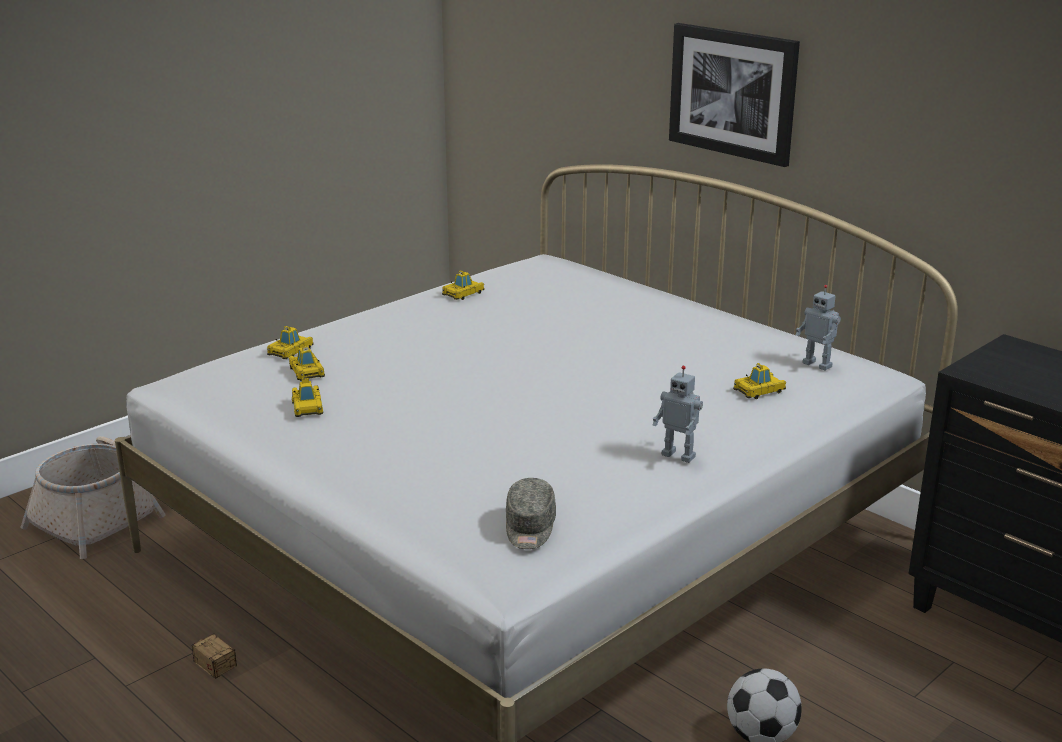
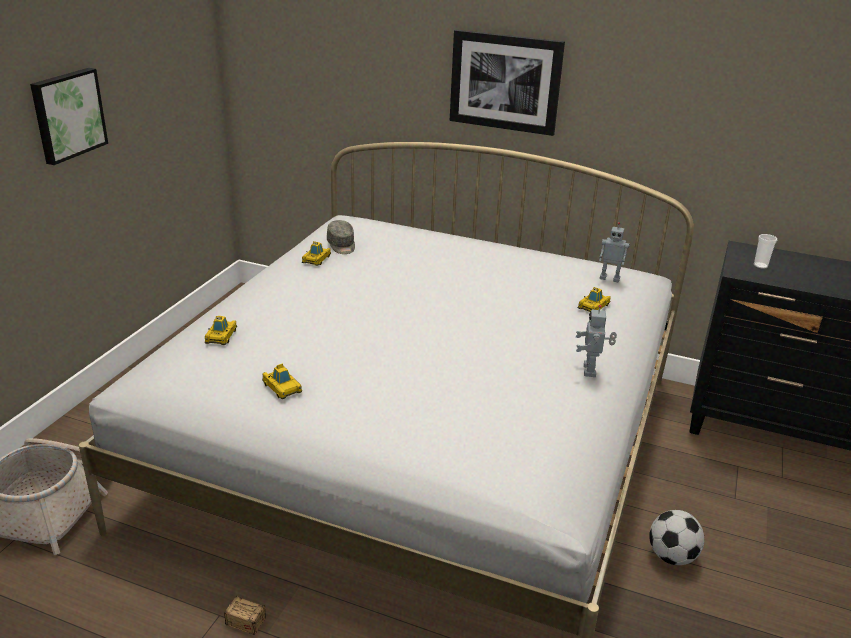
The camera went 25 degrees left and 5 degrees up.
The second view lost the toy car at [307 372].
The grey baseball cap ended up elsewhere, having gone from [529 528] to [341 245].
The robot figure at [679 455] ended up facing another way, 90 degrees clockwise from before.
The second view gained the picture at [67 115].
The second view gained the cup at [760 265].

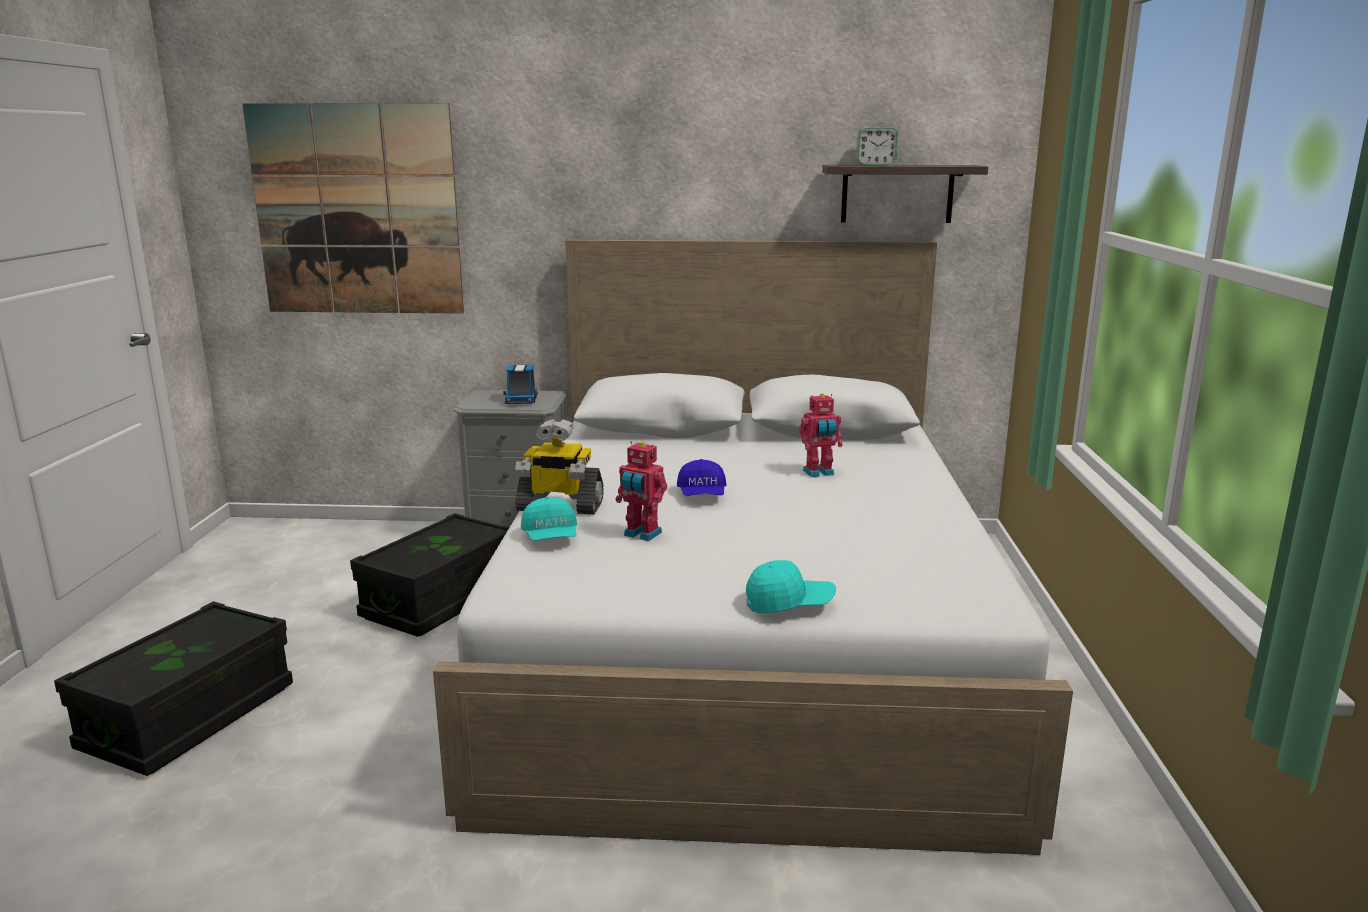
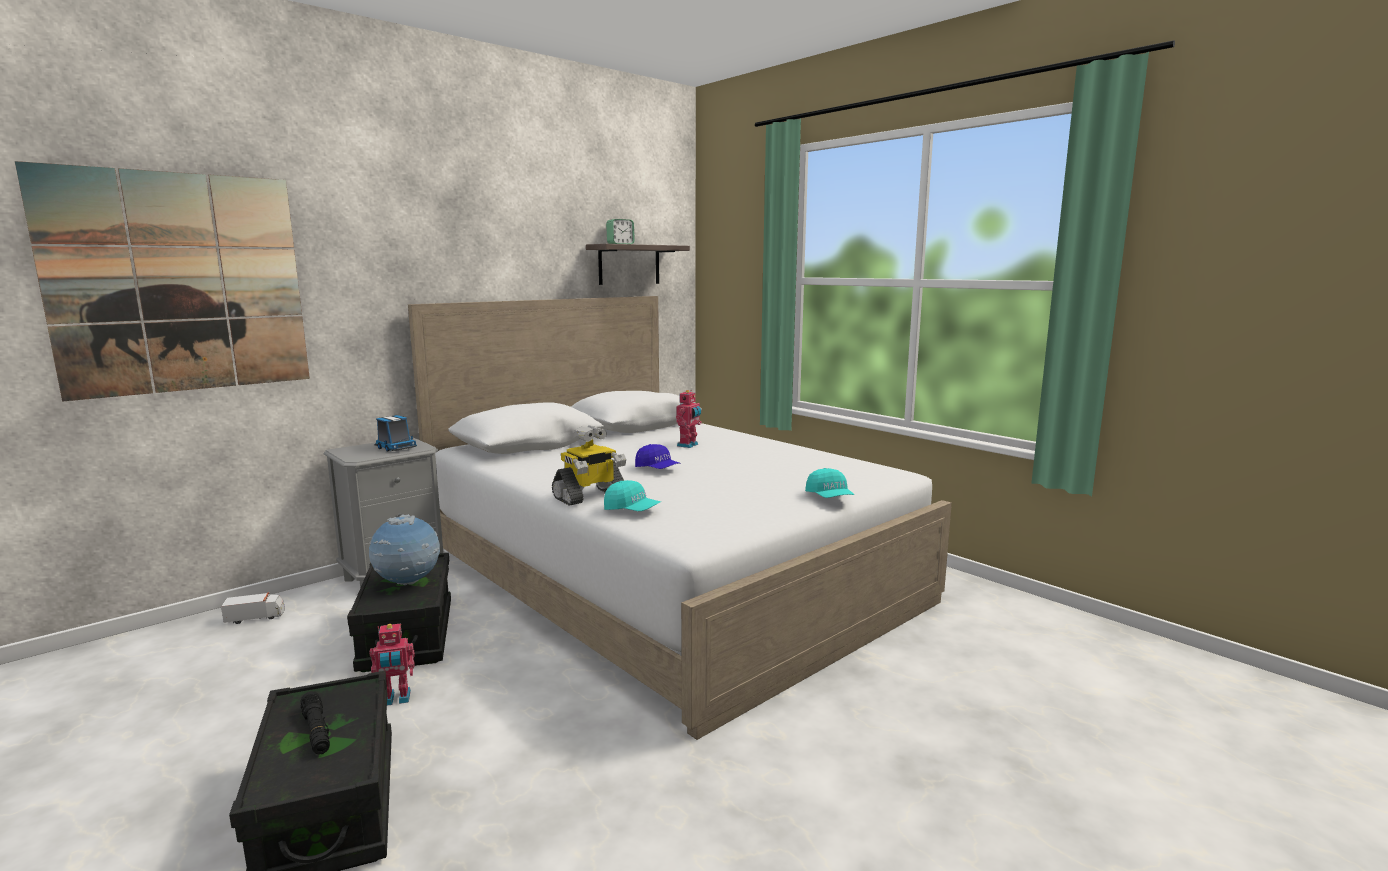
The camera went 45 degrees left and 5 degrees down.
The robot figure ended up elsewhere, having gone from [641 534] to [396 699].
The turquoise-coloured baseball cap at [789 604] ended up facing another way, 120 degrees clockwise from before.
The second view gained the model truck at [256 618].
The second view gained the black hand torch at [316 730].
The second view gained the world globe at [408 584].

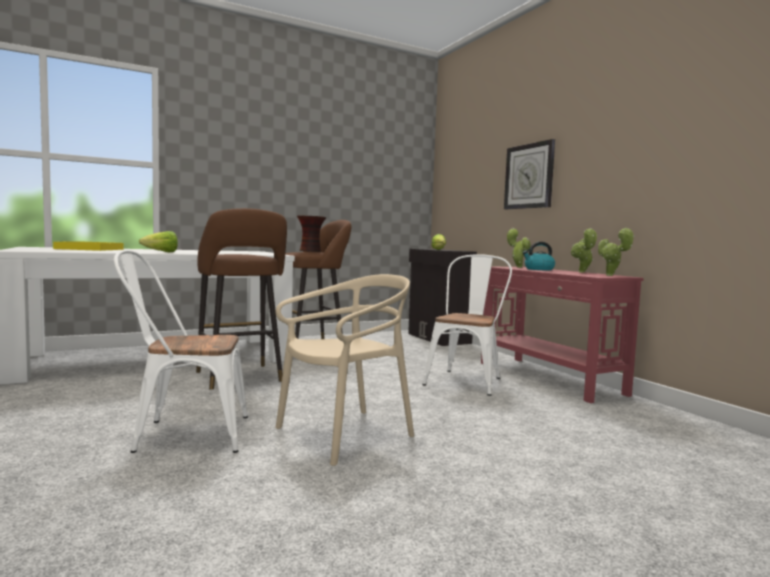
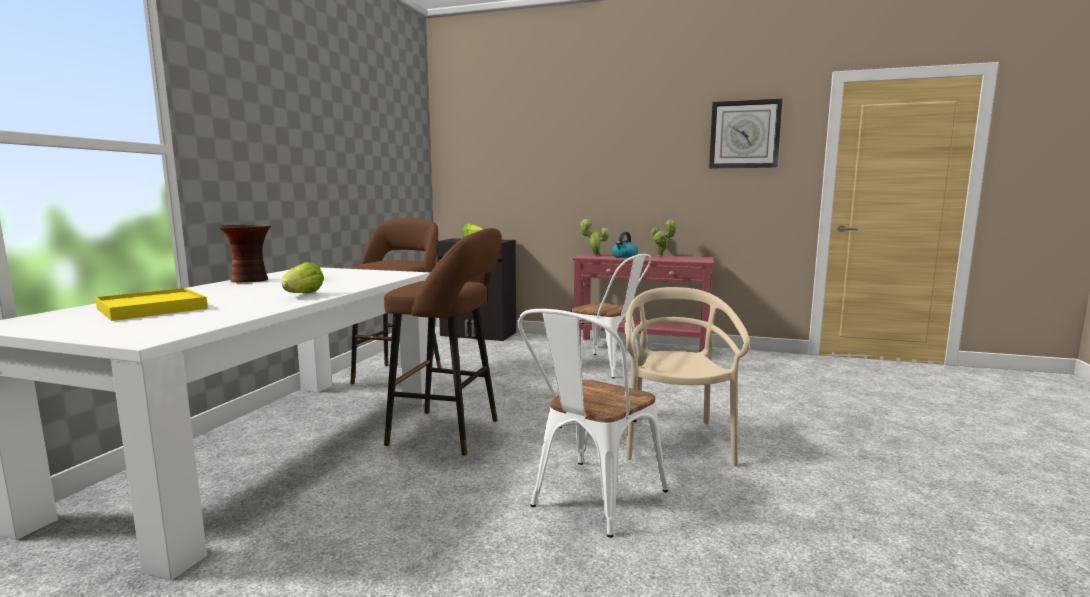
The camera went 45 degrees left and 5 degrees up.
The vase ended up elsewhere, having gone from [311 251] to [251 280].
The white-coloured upright chair at [467 380] ended up facing another way, 150 degrees clockwise from before.
The clock on the wall ended up elsewhere, having gone from [529 176] to [744 134].
The second view lost the houseplant at [611 275].

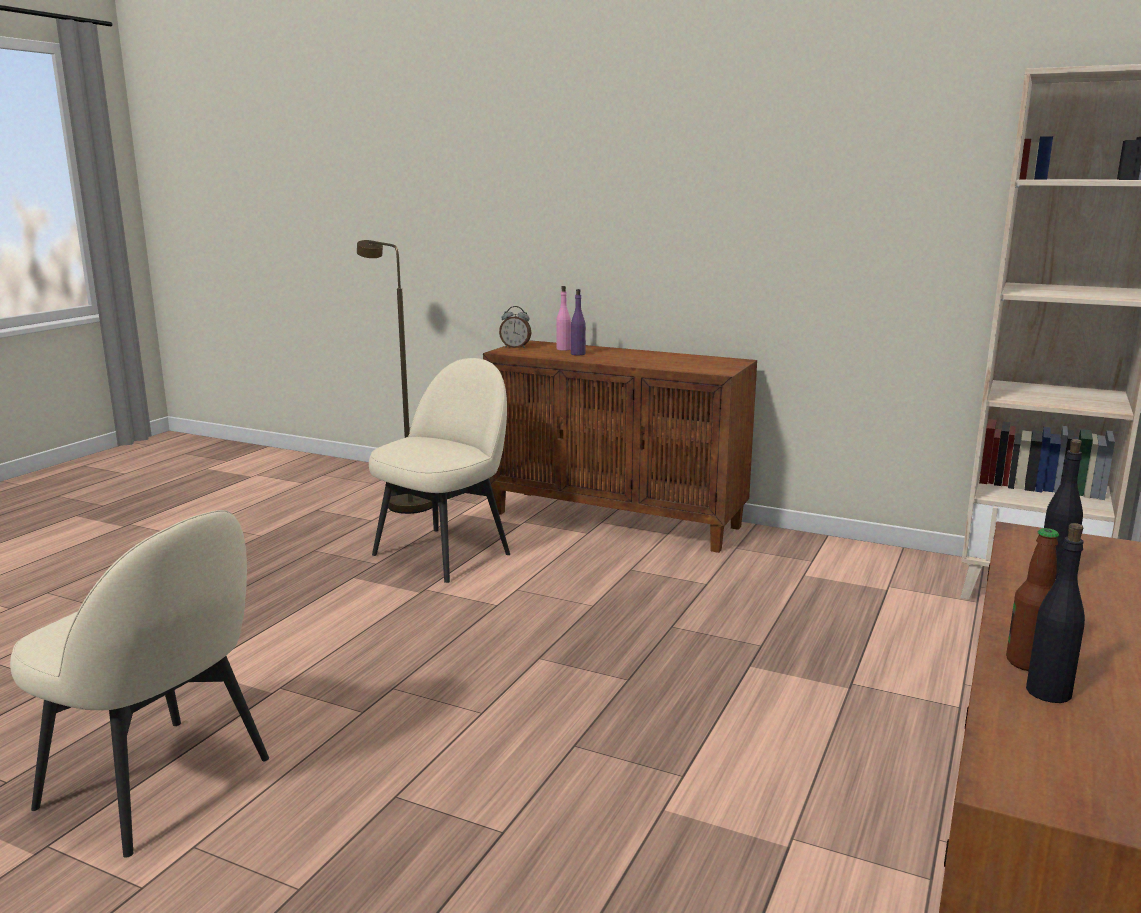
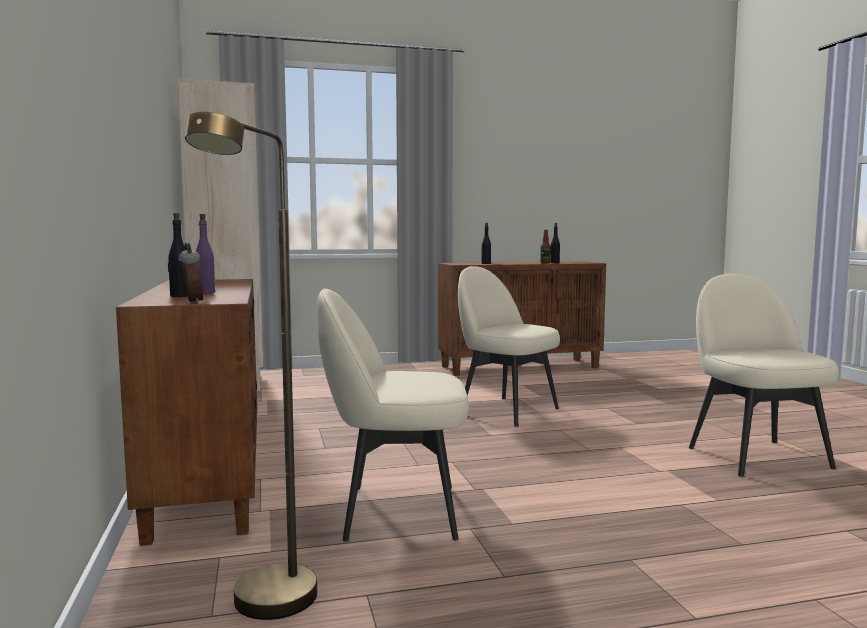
The camera went 130 degrees left and 10 degrees down.
What was the pink-coloured drink bottle at [563 349] turned into the black drink bottle at [179 296].
The second view gained the sand-coloured upright chair at [506 410].

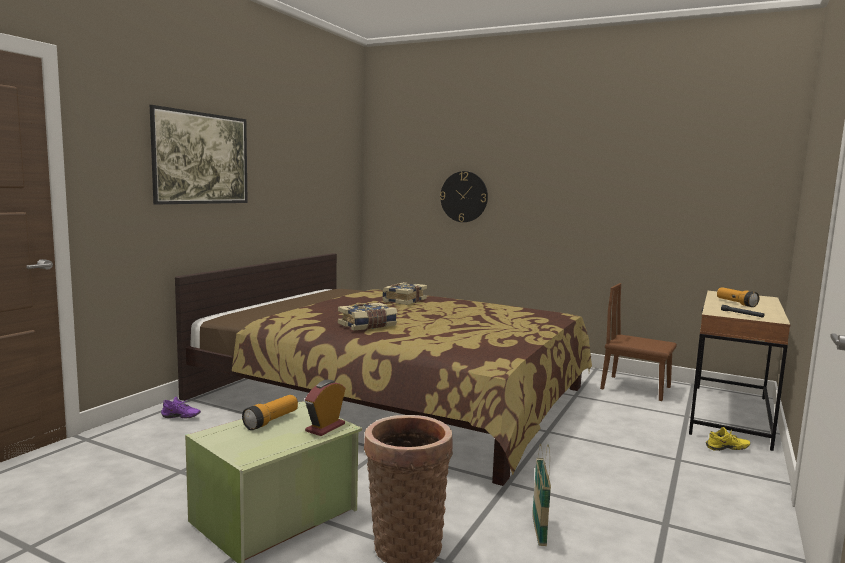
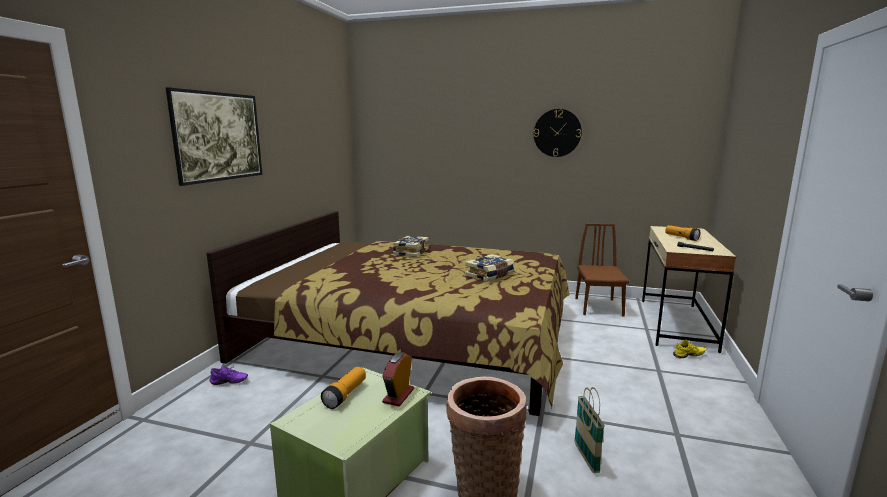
The camera went 10 degrees left and 5 degrees up.
The bound book ended up elsewhere, having gone from [368 326] to [490 275].
The clock on the wall ended up elsewhere, having gone from [464 196] to [557 133].
The brownish upright chair at [636 388] ended up facing another way, 75 degrees clockwise from before.

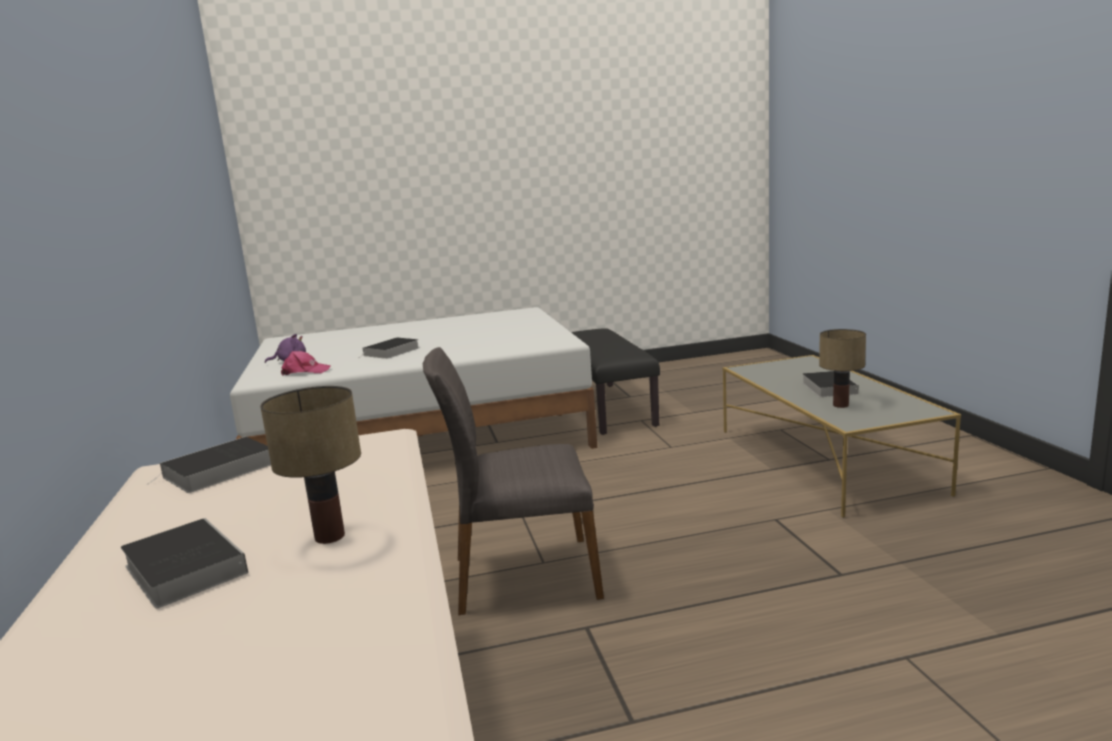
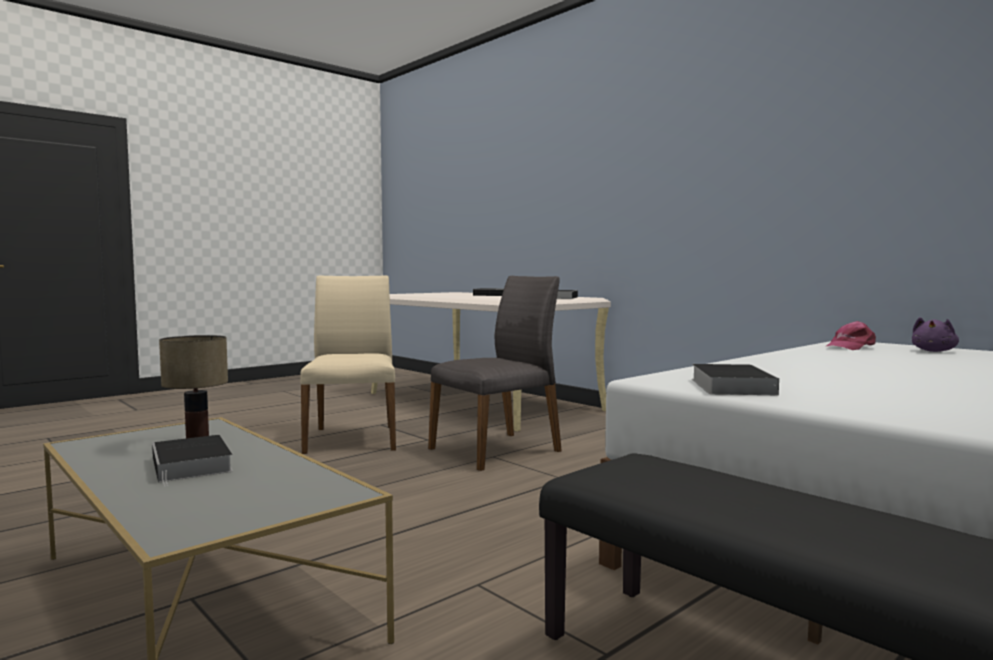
The camera went 150 degrees right and 10 degrees down.
The second view lost the table lamp at [329 536].
The bound book ended up elsewhere, having gone from [391 352] to [730 386].
The second view gained the sand-coloured upright chair at [353 438].

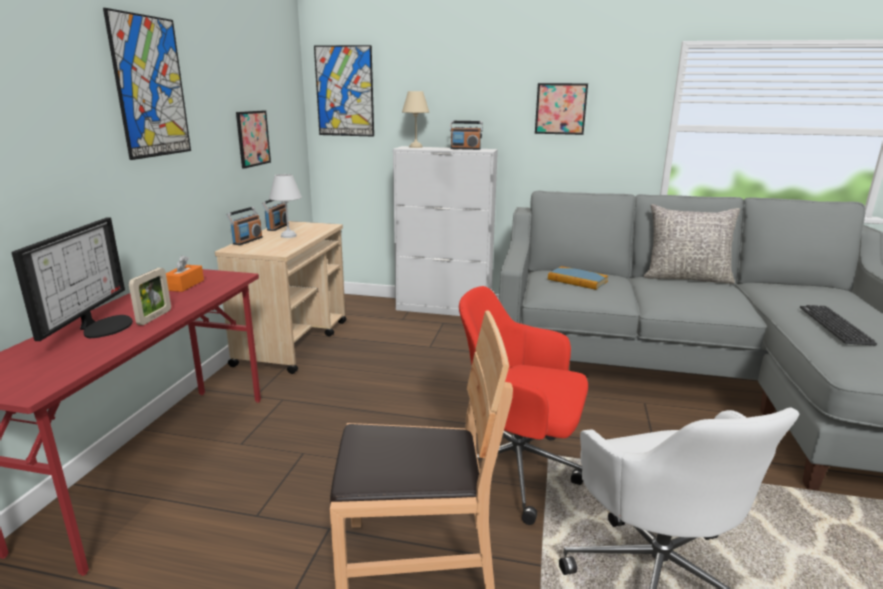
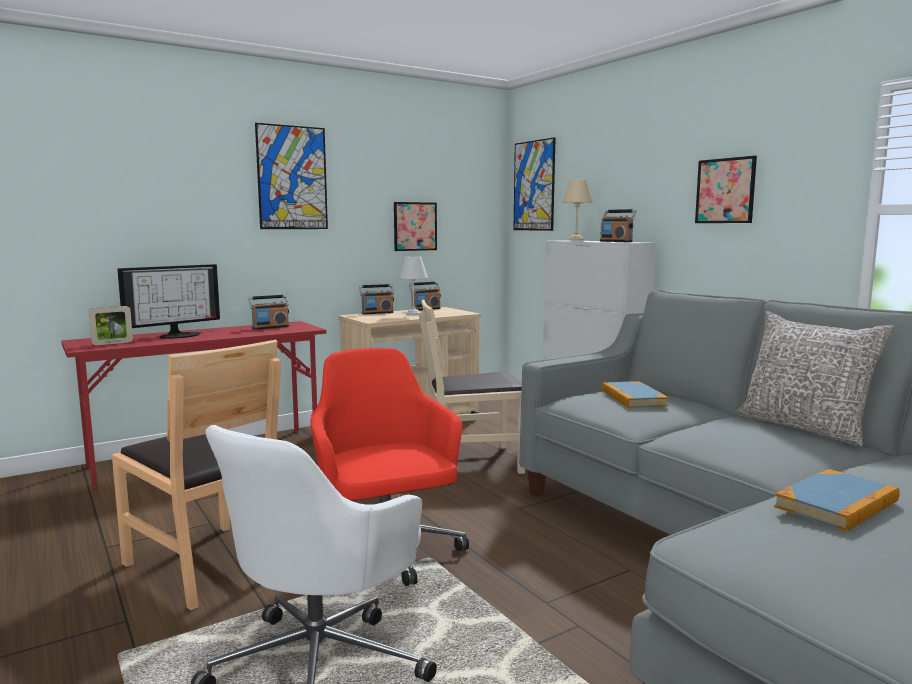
The camera went 45 degrees right and 10 degrees down.
The picture frame ended up elsewhere, having gone from [154 317] to [112 343].
Where the orange box of tissues stood at [184 285], the radio came to stand at [270 327].
Where the computer keyboard stood at [835 325], the bound book came to stand at [837 504].
The second view gained the sand-coloured upright chair at [471 461].

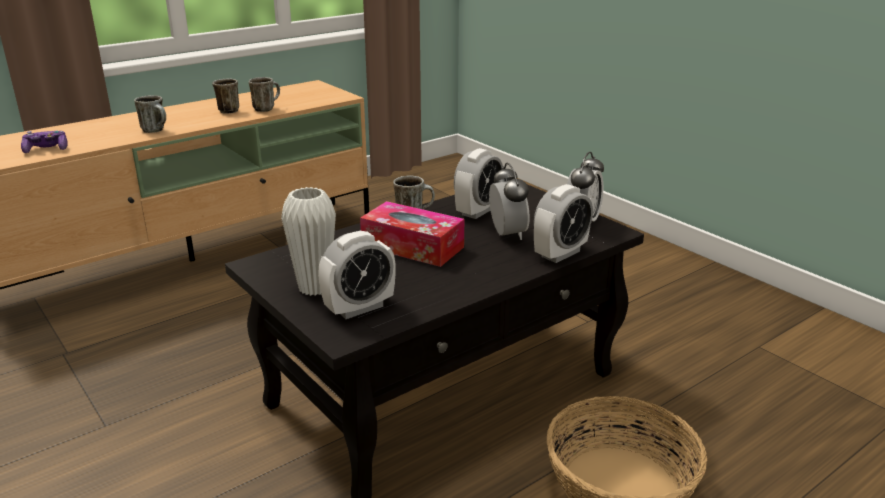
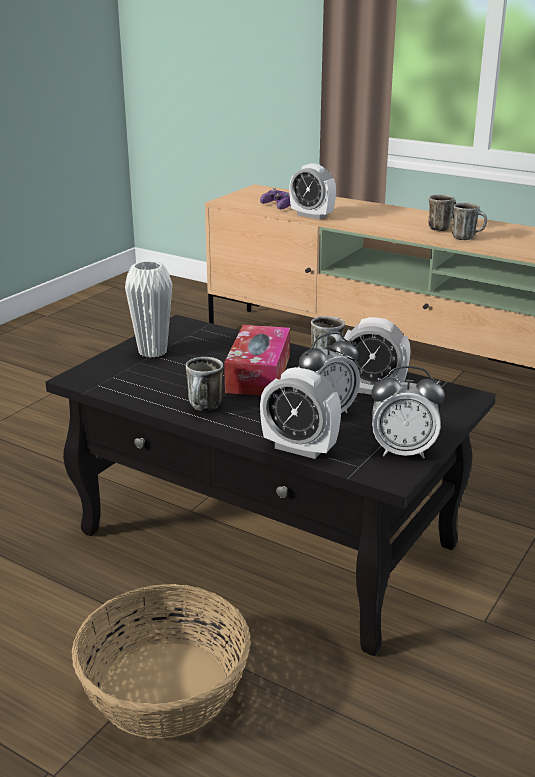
The camera went 70 degrees right and 0 degrees up.
The mug ended up elsewhere, having gone from [157 130] to [205 409].
The bedside clock ended up elsewhere, having gone from [359 308] to [312 215].

